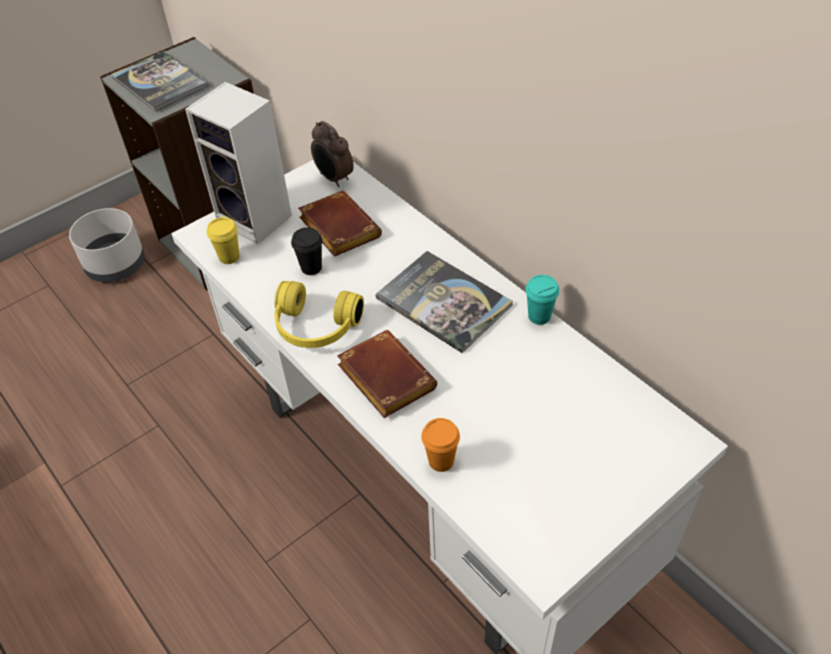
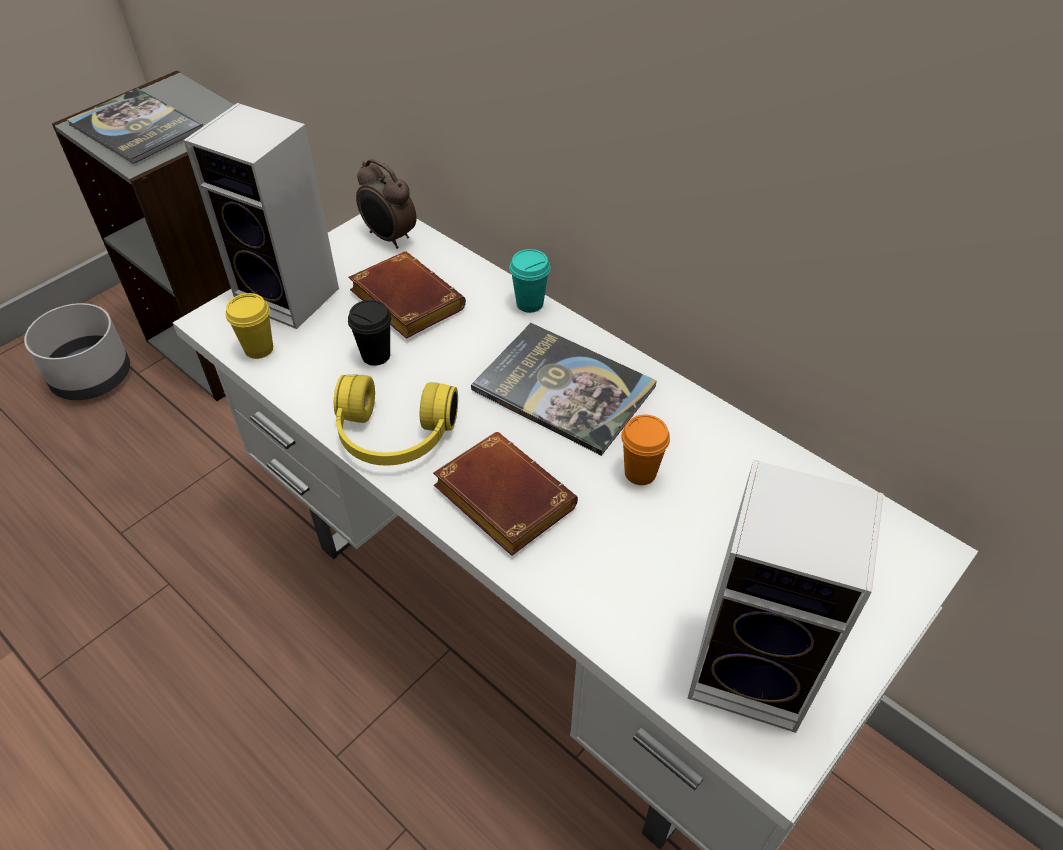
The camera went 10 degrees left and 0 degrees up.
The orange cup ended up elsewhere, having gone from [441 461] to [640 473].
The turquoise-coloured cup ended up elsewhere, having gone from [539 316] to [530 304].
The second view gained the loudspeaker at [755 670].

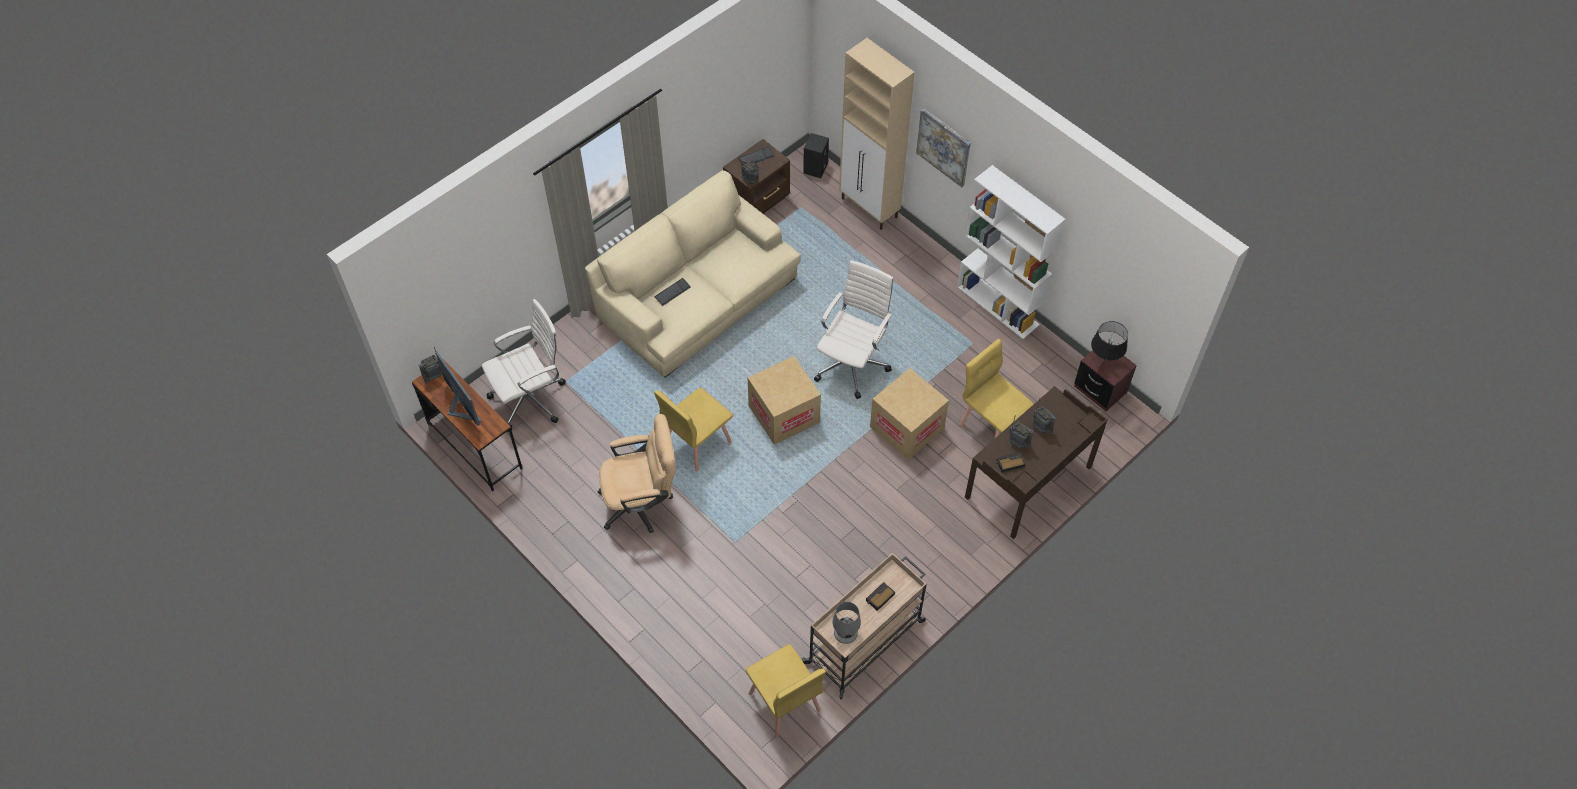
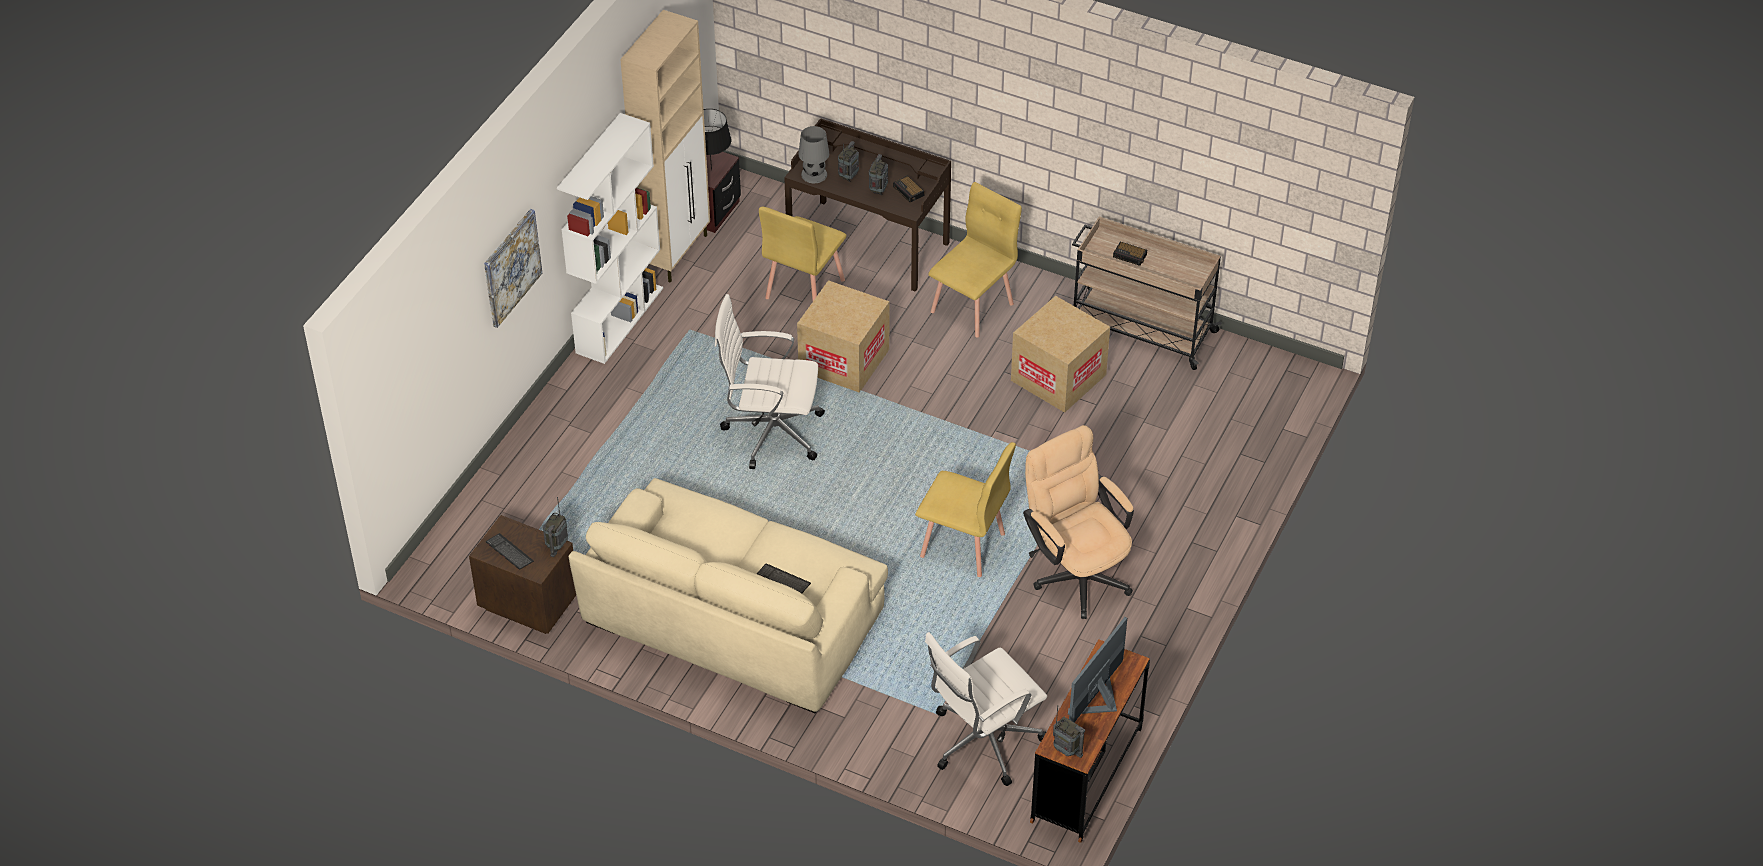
The camera went 110 degrees left and 10 degrees down.
The white-coloured desk chair at [531 399] ended up facing another way, 75 degrees counterclockwise from before.
The yellow upright chair ended up elsewhere, having gone from [784 702] to [973 307].
The carton ended up elsewhere, having gone from [784 414] to [1058 377].
The second view lost the black loudspeaker at [815 167].
The grey table lamp ended up elsewhere, having gone from [845 633] to [814 174].
The sand-coloured storage cabinet ended up elsewhere, having gone from [869 208] to [676 253].

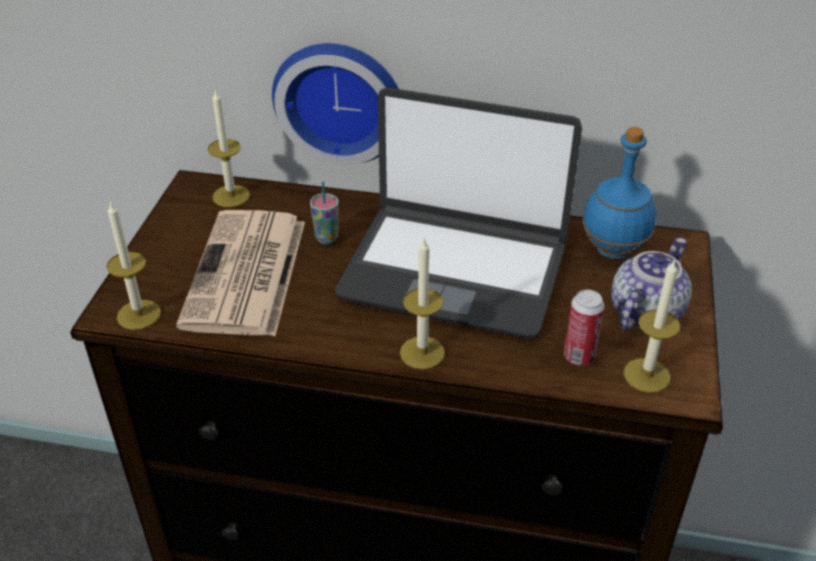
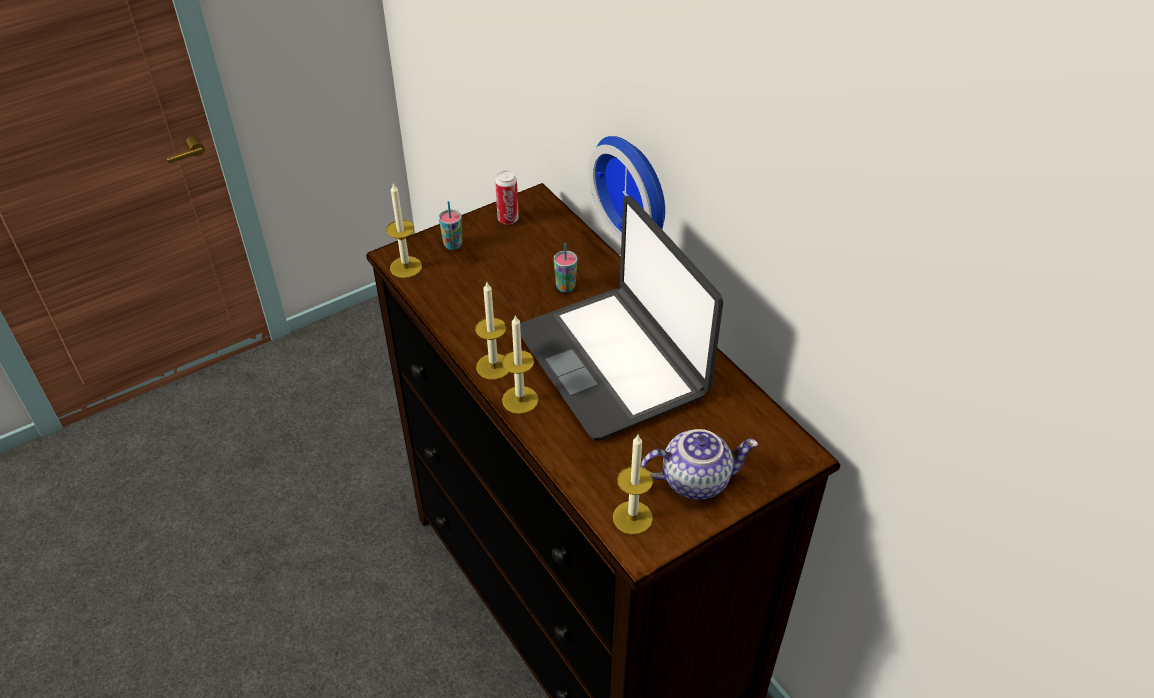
The camera went 45 degrees right and 5 degrees up.
The second view lost the daily paper at [246 275].
The candle ended up elsewhere, having gone from [231 196] to [493 366].
The metal can ended up elsewhere, having gone from [579 357] to [508 219].
The second view lost the blue-coloured drink bottle at [614 250].
The second view gained the cup at [453 245].

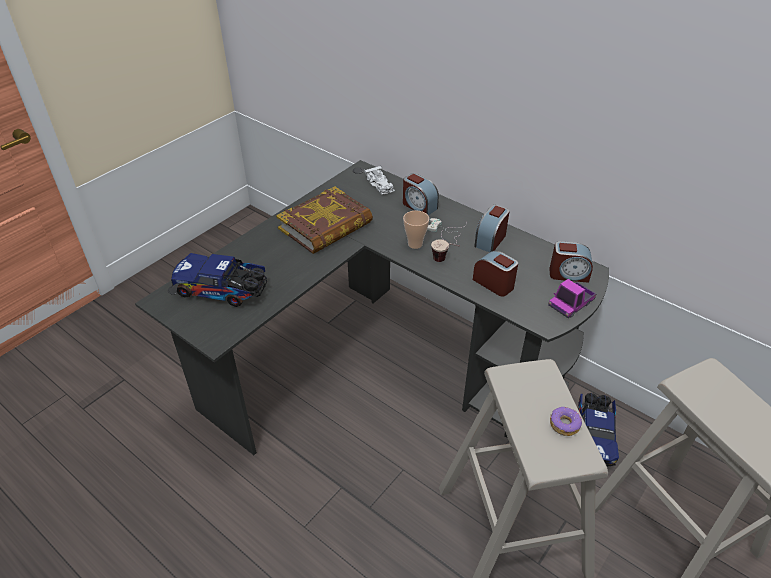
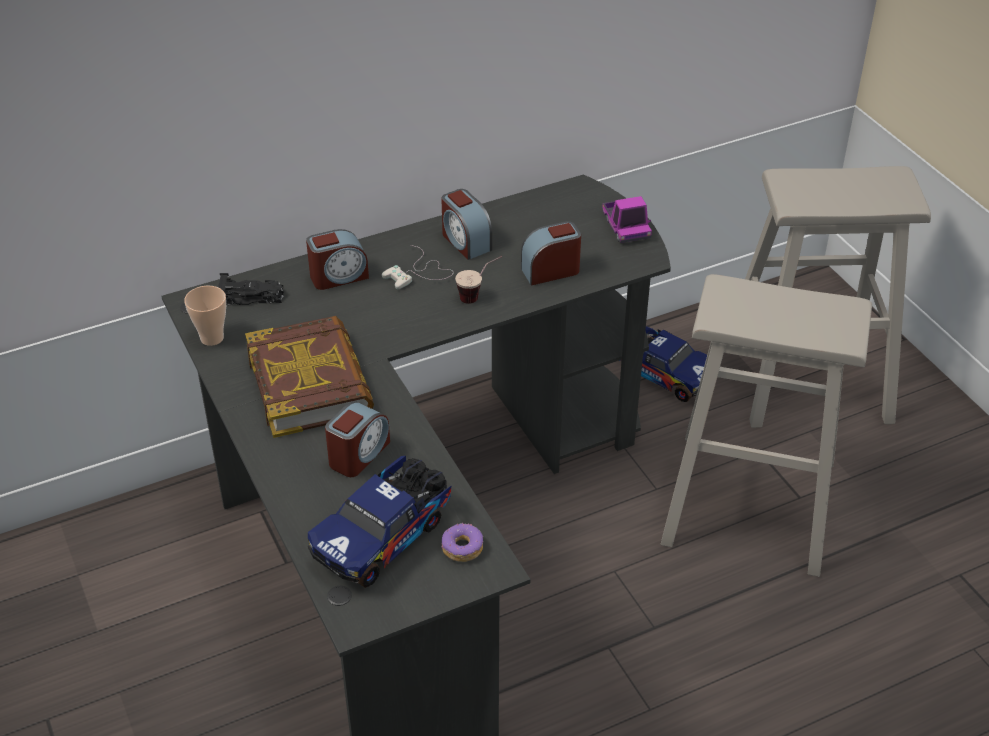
The camera went 65 degrees left and 0 degrees up.
What was the white-coloured toy car at [380 185] turned into the black toy car at [252 296].
The cup ended up elsewhere, having gone from [415 244] to [212 338].
The bedside clock ended up elsewhere, having gone from [568 274] to [358 454].
The ring doughnut ended up elsewhere, having gone from [564 424] to [462 548].

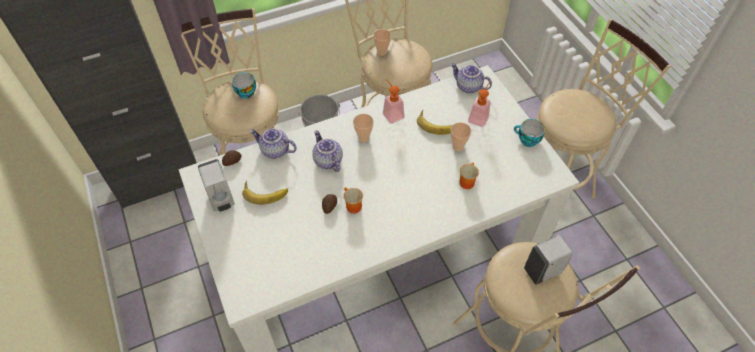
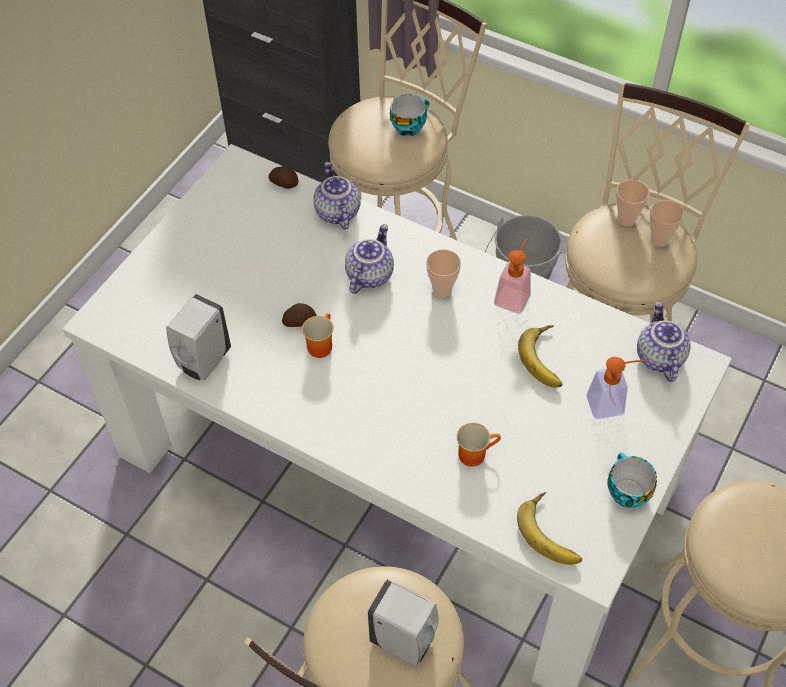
The camera went 55 degrees right and 0 degrees up.
The white-coloured soap bottle ended up elsewhere, having gone from [222 200] to [203 362].
The banana ended up elsewhere, having gone from [265 192] to [552 532].
The cup ended up elsewhere, having gone from [458 146] to [659 239].

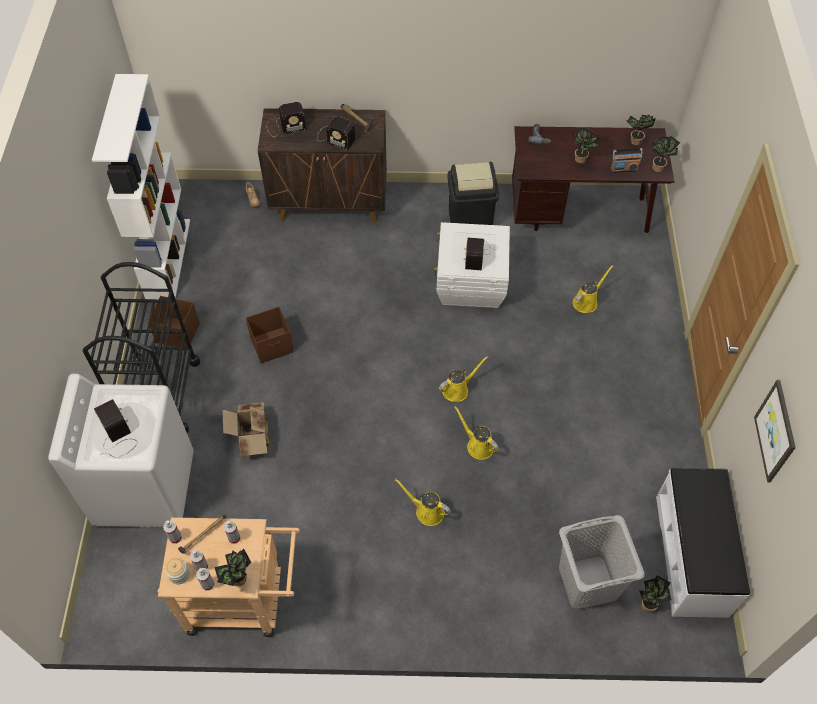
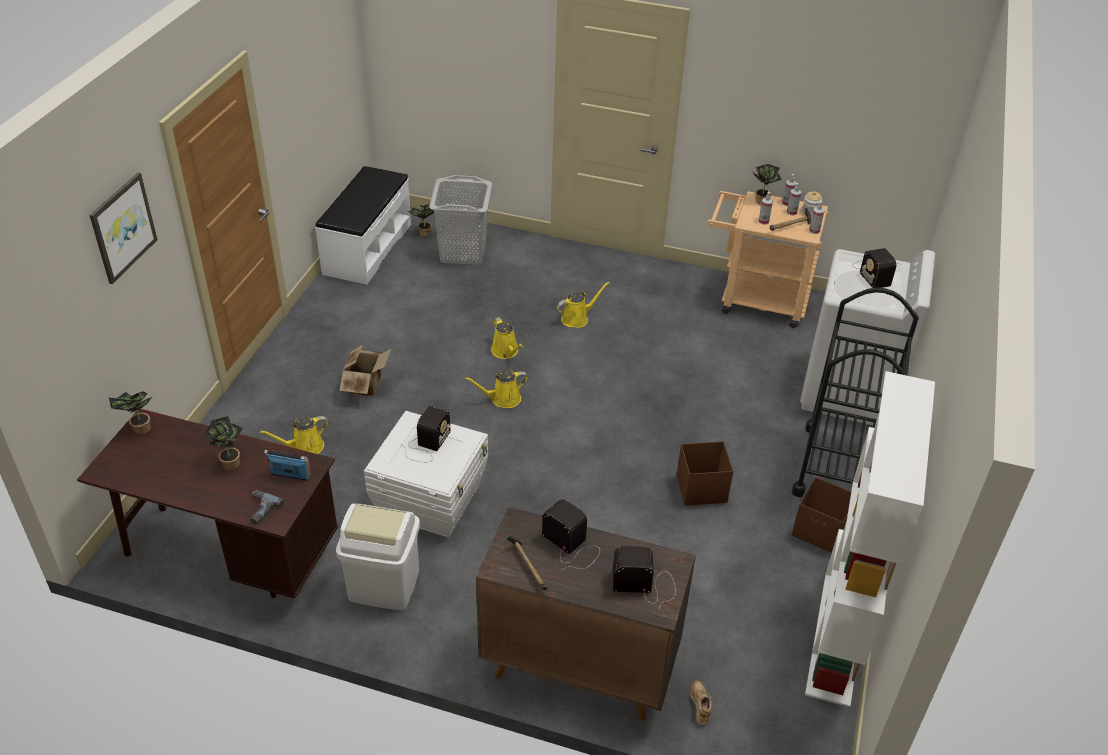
The camera went 165 degrees left and 15 degrees down.
The carton ended up elsewhere, having gone from [252 438] to [367 385].
The yellow watering pot at [427 511] ended up facing another way, 75 degrees counterclockwise from before.
What was the black waste bin at [470 219] turned into the white-coloured waste bin at [383 586].
The radio ended up elsewhere, having gone from [624 169] to [290 474].
The second view lost the houseplant at [635 142].
The picture ended up elsewhere, having gone from [776 431] to [122 227].

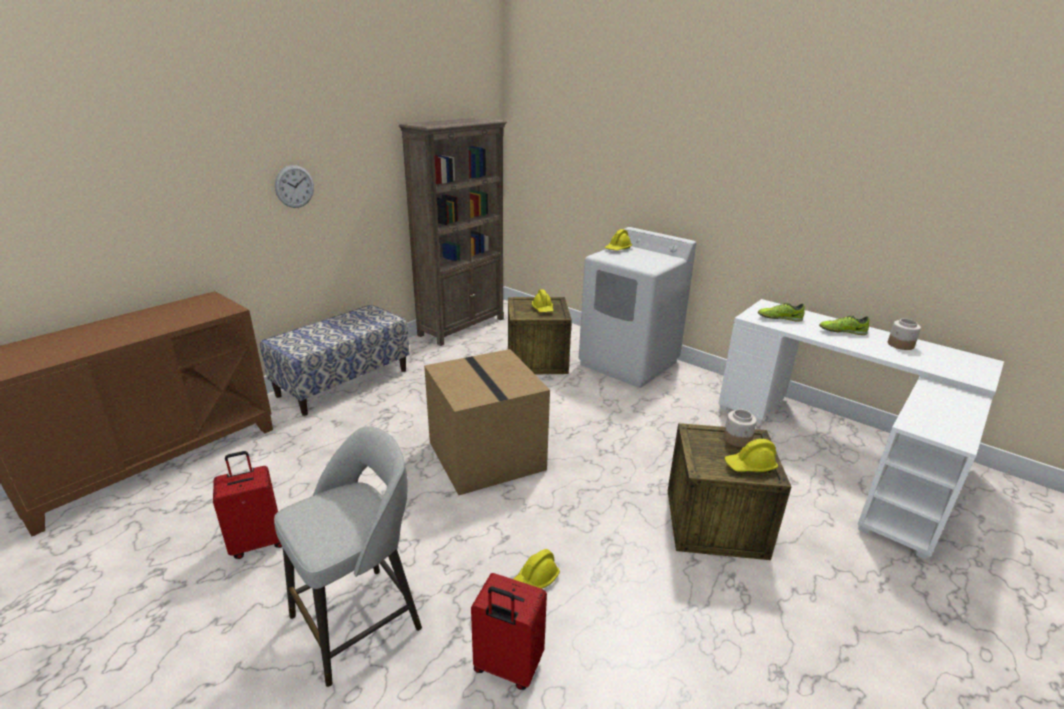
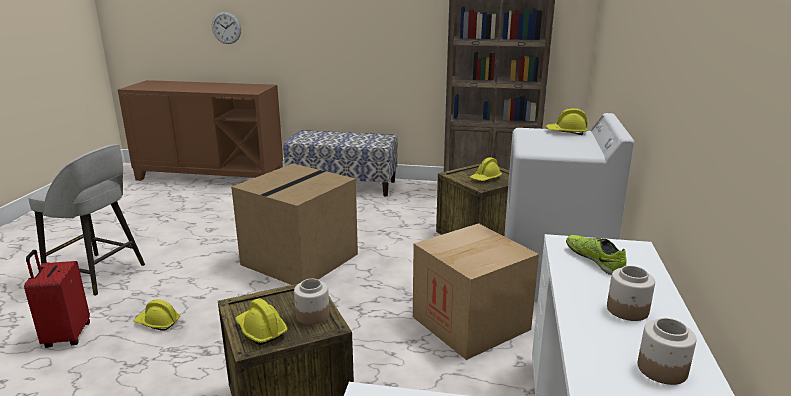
The camera went 60 degrees right and 5 degrees down.
The second view lost the red-coloured suitcase at [257 542].
The clock on the wall ended up elsewhere, having gone from [294 186] to [226 28].
Where the low shoe stood at [842 331], the jar came to stand at [628 310].
The second view gained the carton at [470 323].

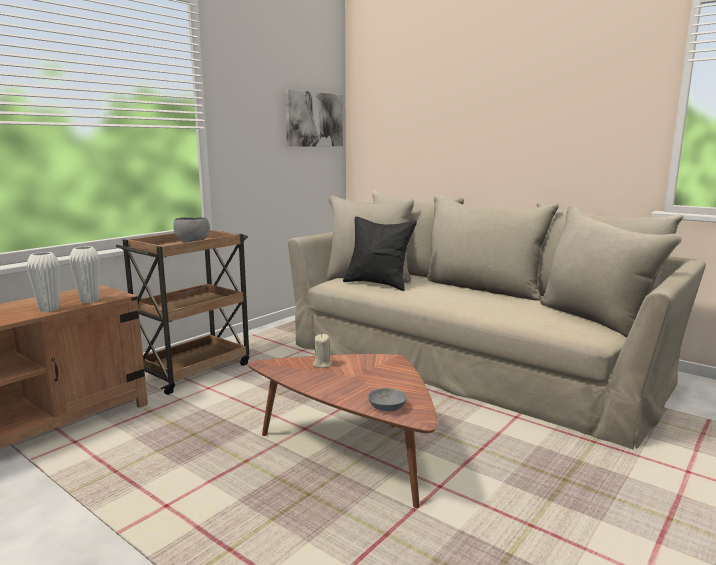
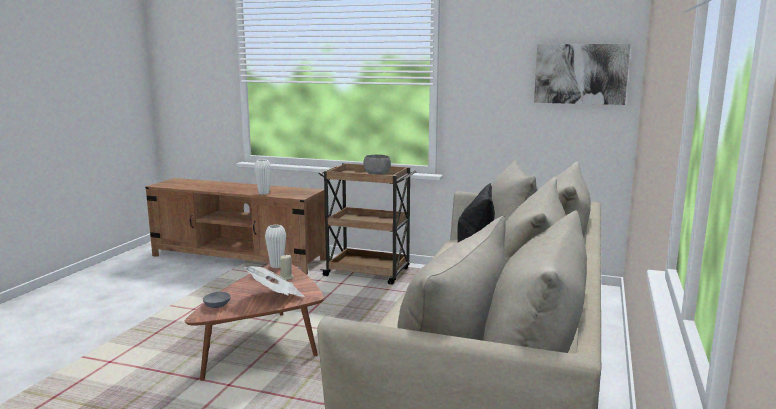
The camera went 70 degrees right and 0 degrees up.
The white-coloured vase ended up elsewhere, having gone from [89 300] to [277 266].
The second view gained the daily paper at [275 296].

